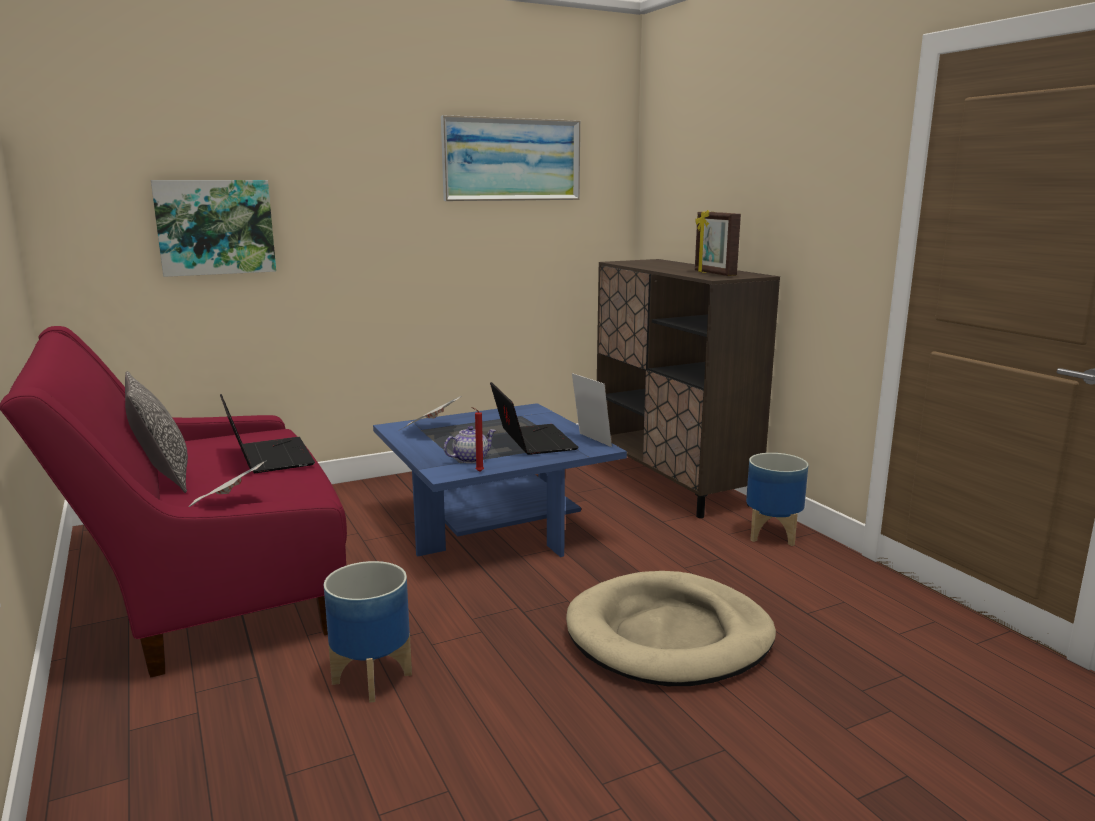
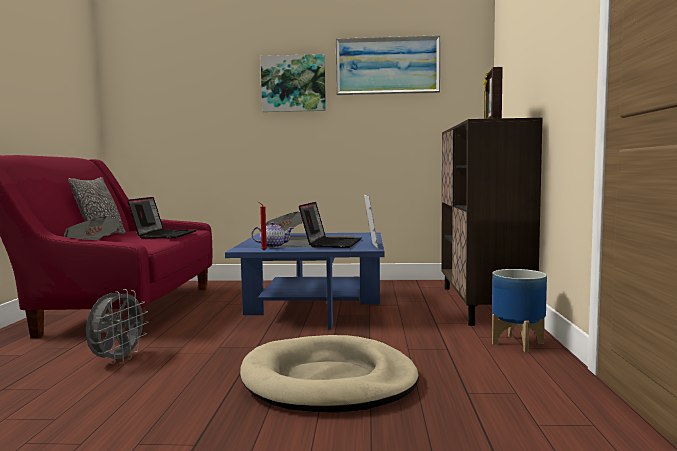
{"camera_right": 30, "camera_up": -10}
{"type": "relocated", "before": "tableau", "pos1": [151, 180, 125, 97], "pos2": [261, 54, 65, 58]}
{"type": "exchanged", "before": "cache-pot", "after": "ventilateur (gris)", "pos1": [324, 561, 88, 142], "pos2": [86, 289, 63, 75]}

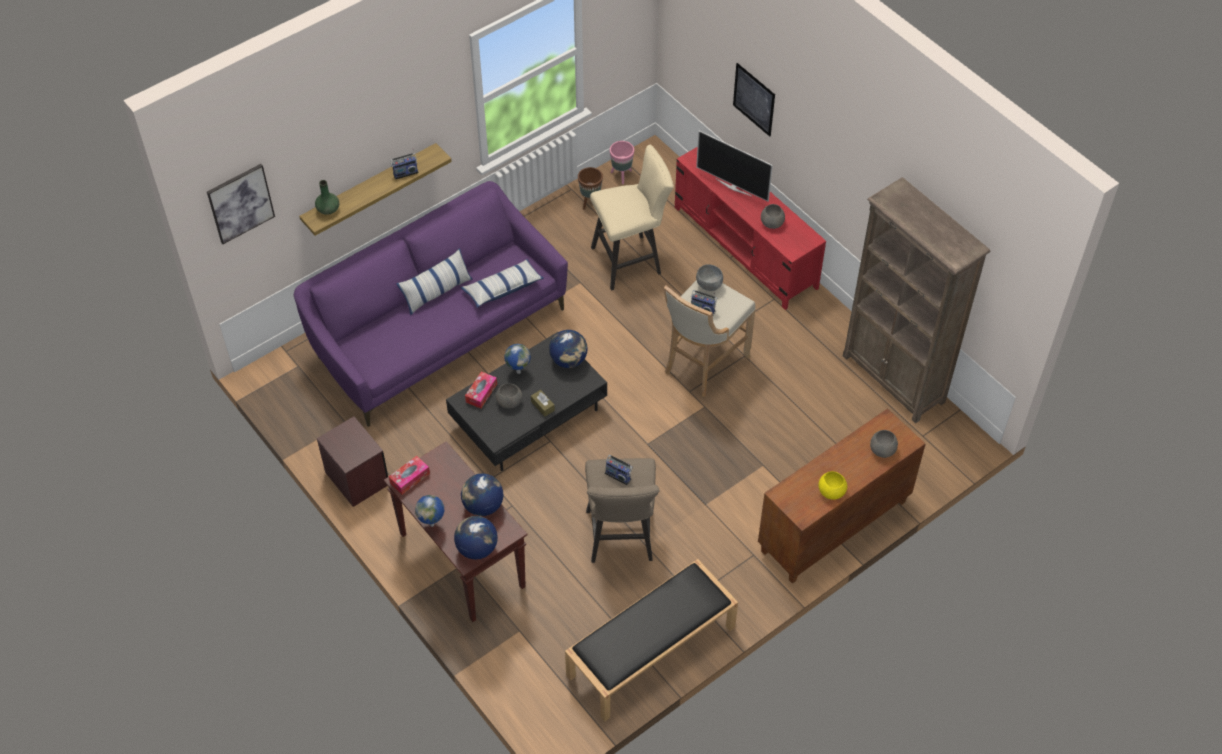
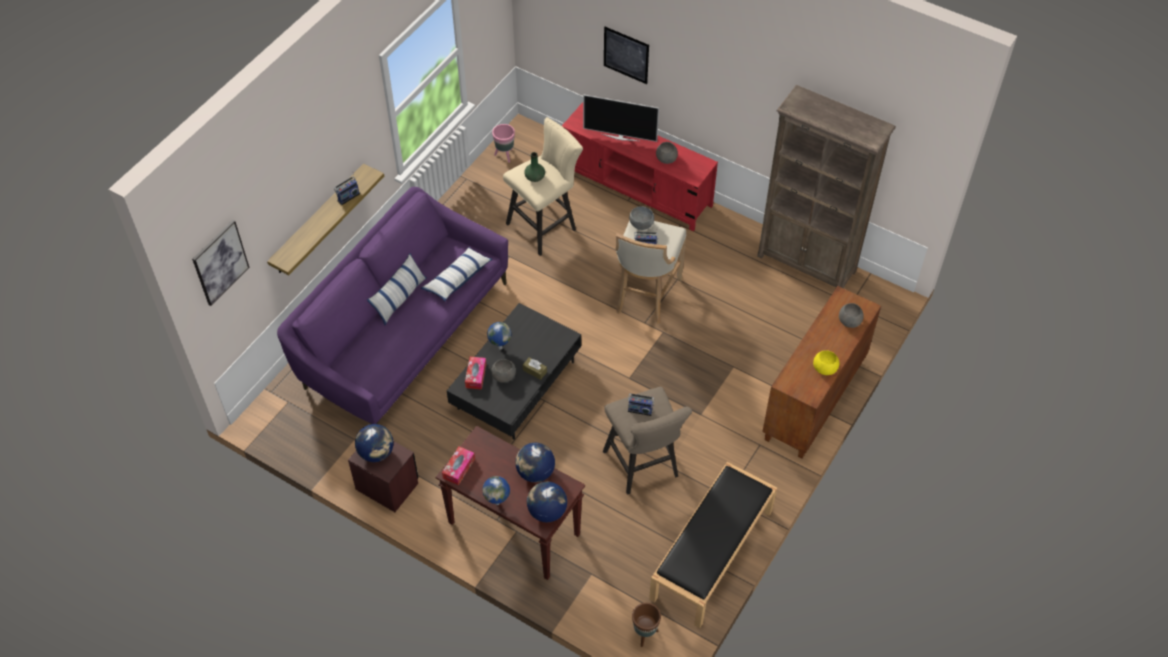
{"camera_right": -20, "camera_up": 0}
{"type": "relocated", "before": "vase (vert)", "pos1": [315, 180, 24, 35], "pos2": [524, 152, 21, 30]}
{"type": "relocated", "before": "globe", "pos1": [549, 330, 39, 38], "pos2": [355, 424, 38, 38]}
{"type": "relocated", "before": "cache-pot (marron)", "pos1": [578, 167, 25, 43], "pos2": [632, 603, 29, 44]}

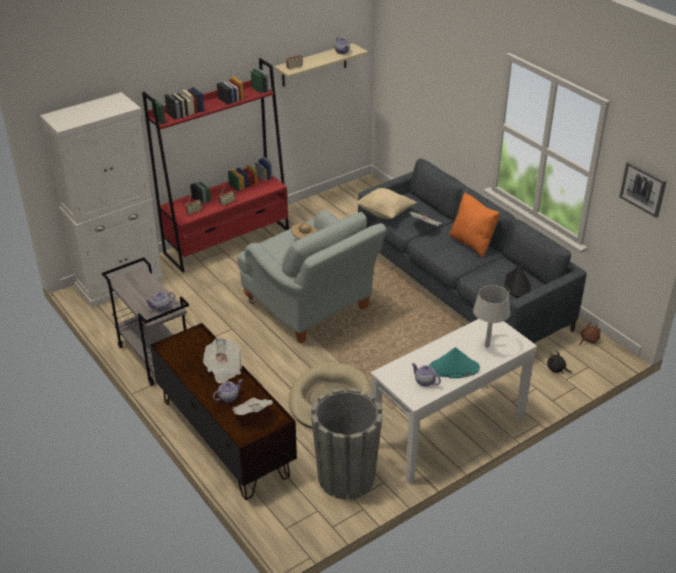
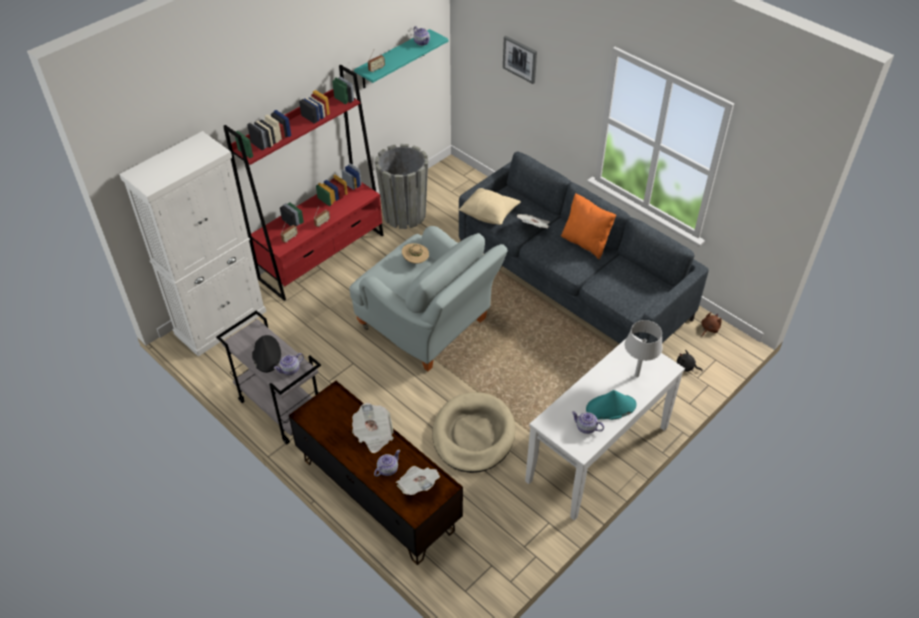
{"camera_right": -10, "camera_up": 10}
{"type": "relocated", "before": "cache-pot (gris)", "pos1": [311, 388, 72, 112], "pos2": [375, 144, 53, 85]}
{"type": "relocated", "before": "chapeau (noir)", "pos1": [504, 265, 27, 33], "pos2": [252, 335, 29, 38]}
{"type": "relocated", "before": "tableau", "pos1": [619, 161, 48, 57], "pos2": [503, 36, 34, 48]}
{"type": "colour", "before": "étagère (beige)", "after": "étagère (turquoise)", "pos1": [274, 43, 94, 44], "pos2": [354, 29, 95, 59]}

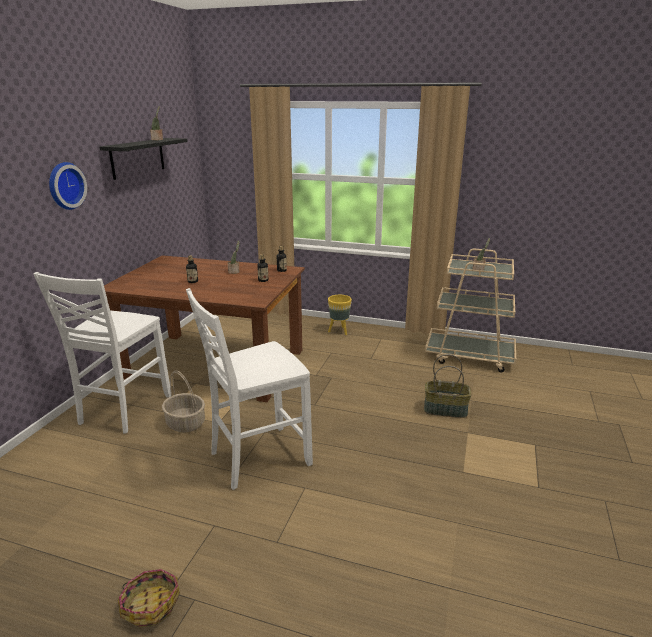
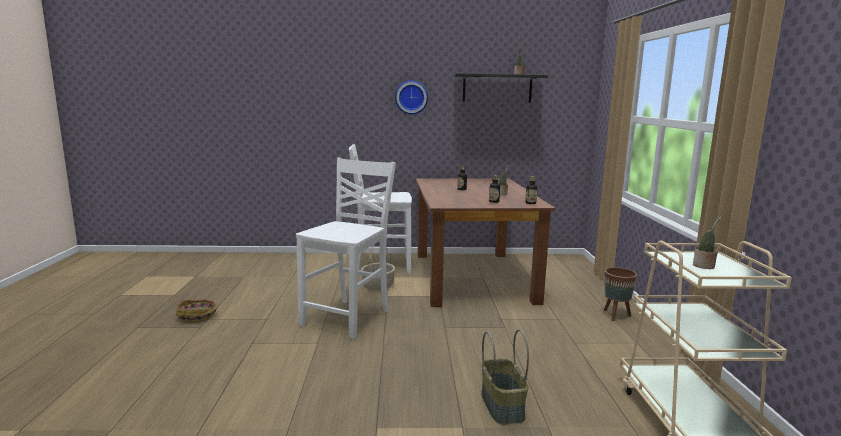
{"camera_right": 70, "camera_up": -10}
{"type": "colour", "before": "cache-pot (jaune)", "after": "cache-pot (marron)", "pos1": [328, 295, 24, 40], "pos2": [604, 267, 33, 54]}
{"type": "spun", "before": "chaise (blanc)", "pos1": [186, 288, 127, 202], "pos2": [296, 158, 100, 182], "turn": 75}

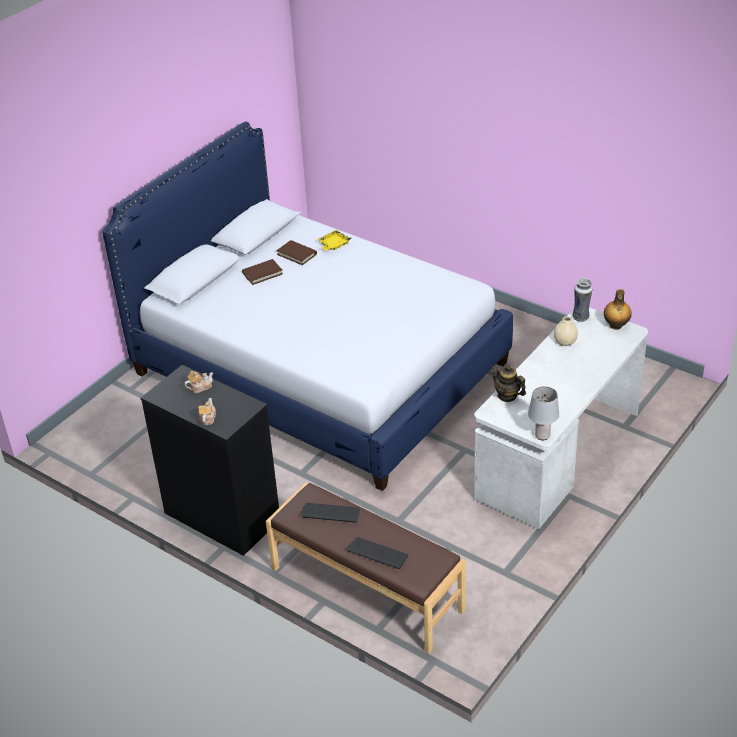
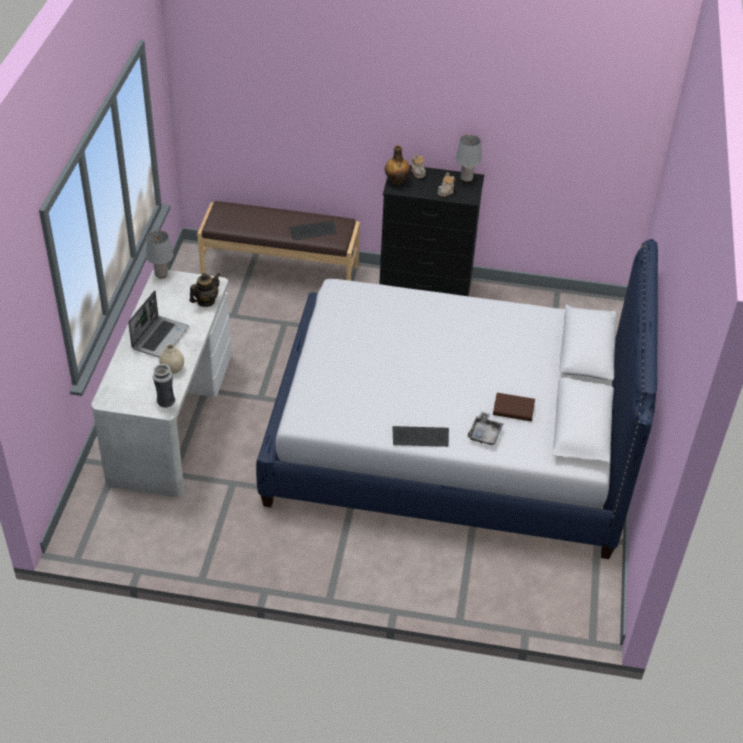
{"camera_right": 150, "camera_up": 5}
{"type": "missing", "before": "livre (marron)", "pos1": [242, 259, 41, 26]}
{"type": "appeared", "after": "ordinateur portable", "pos2": [128, 290, 61, 68]}
{"type": "appeared", "after": "lampe de table (gris)", "pos2": [456, 135, 26, 47]}
{"type": "relocated", "before": "clavier", "pos1": [346, 537, 62, 32], "pos2": [392, 426, 57, 21]}
{"type": "relocated", "before": "bouteille", "pos1": [604, 289, 28, 41], "pos2": [385, 145, 25, 40]}
{"type": "colour", "before": "plateau (jaune)", "after": "plateau (gris)", "pos1": [318, 230, 33, 21], "pos2": [468, 411, 35, 34]}
{"type": "spun", "before": "théière", "pos1": [491, 365, 35, 37], "pos2": [189, 273, 32, 34], "turn": -60}

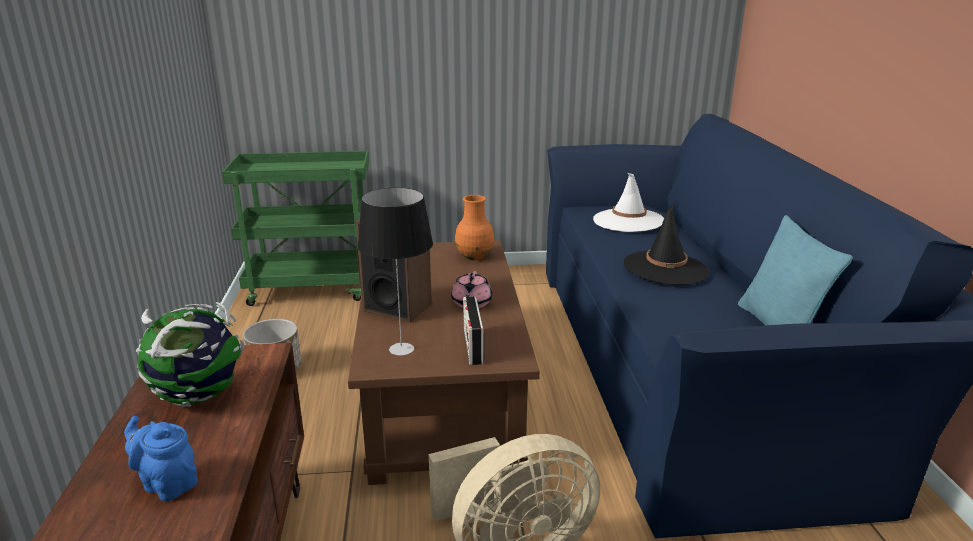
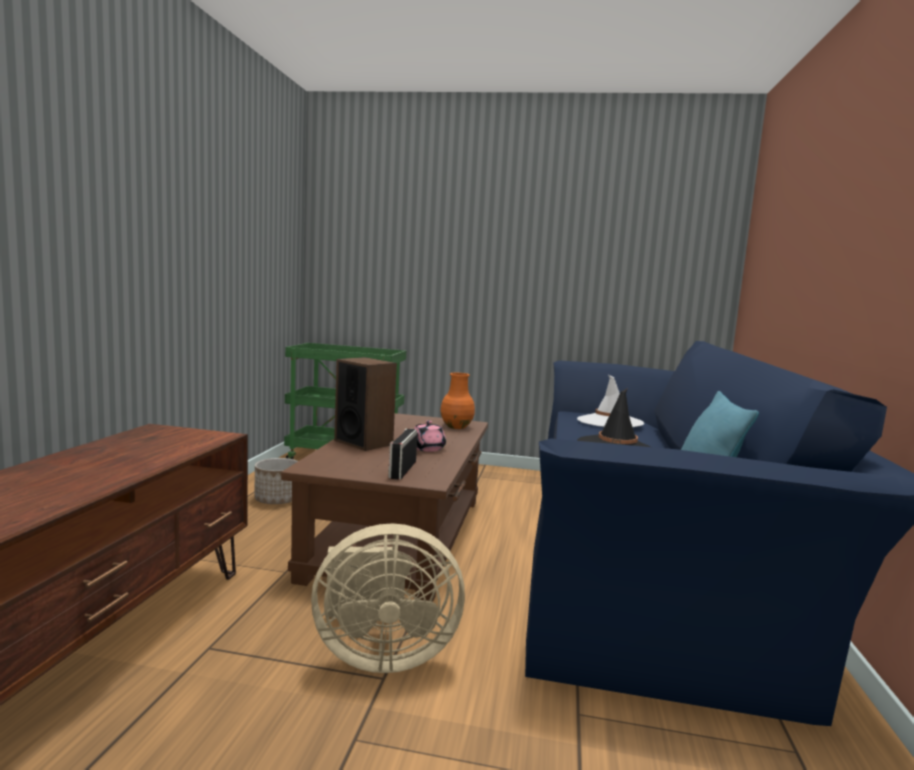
{"camera_right": 15, "camera_up": -15}
{"type": "missing", "before": "théière (bleu)", "pos1": [124, 416, 74, 85]}
{"type": "missing", "before": "globe", "pos1": [136, 302, 109, 105]}
{"type": "missing", "before": "lampe de table", "pos1": [358, 188, 75, 168]}

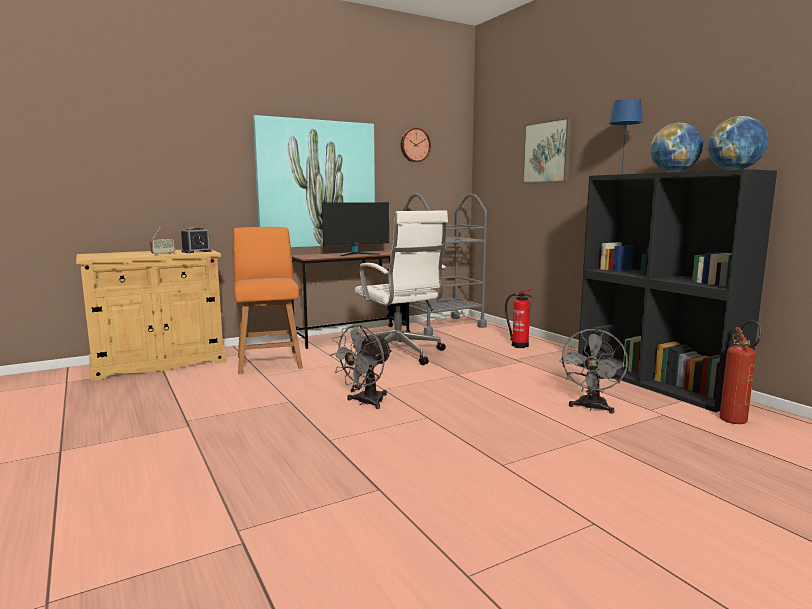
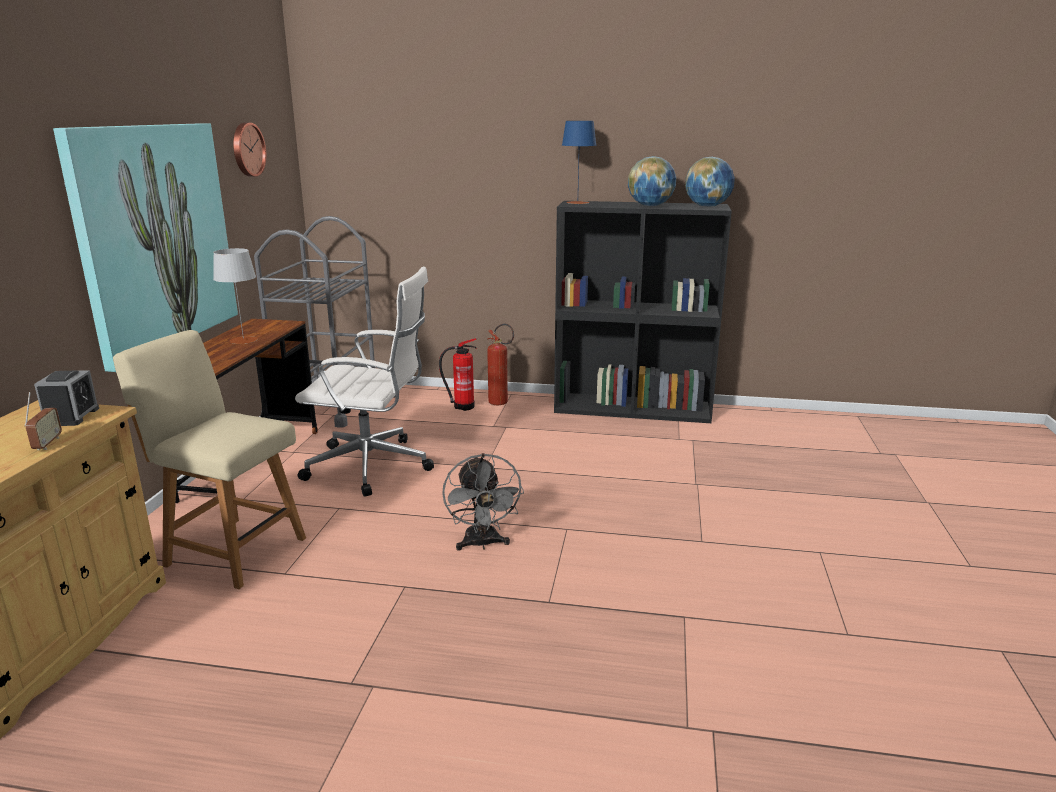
{"camera_right": -50, "camera_up": 10}
{"type": "missing", "before": "tableau", "pos1": [523, 117, 49, 66]}
{"type": "missing", "before": "ventilateur (gris)", "pos1": [559, 329, 69, 85]}
{"type": "relocated", "before": "extincteur", "pos1": [720, 320, 42, 104], "pos2": [487, 324, 27, 81]}
{"type": "exchanged", "before": "écran d'ordinateur", "after": "lampe de table (gris)", "pos1": [322, 202, 67, 54], "pos2": [213, 248, 45, 96]}
{"type": "colour", "before": "chaise (orange)", "after": "chaise (beige)", "pos1": [232, 227, 71, 147], "pos2": [113, 330, 193, 259]}

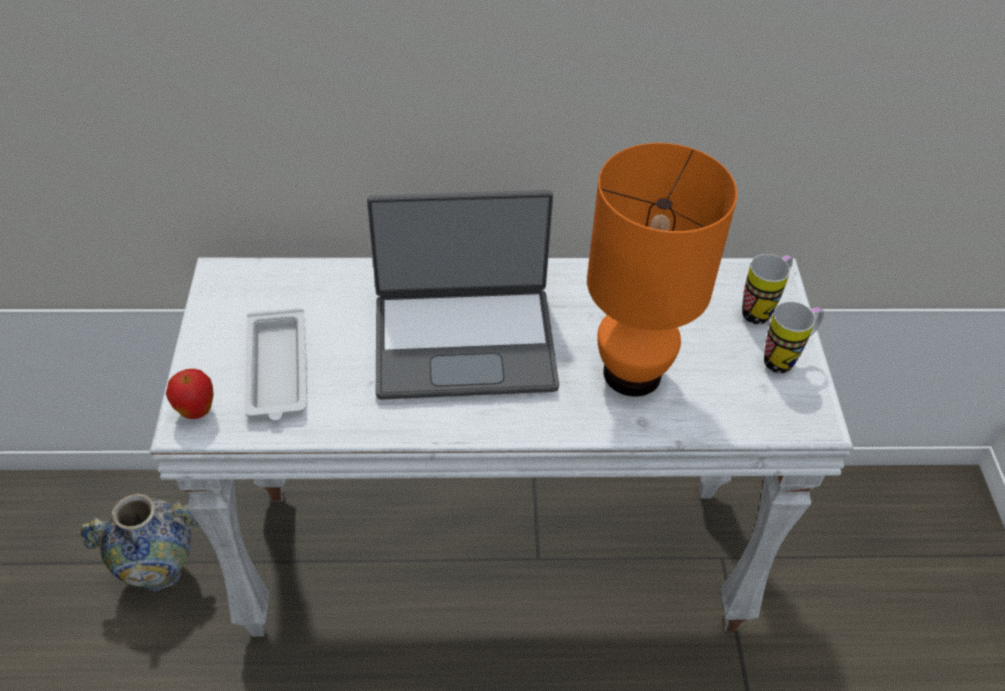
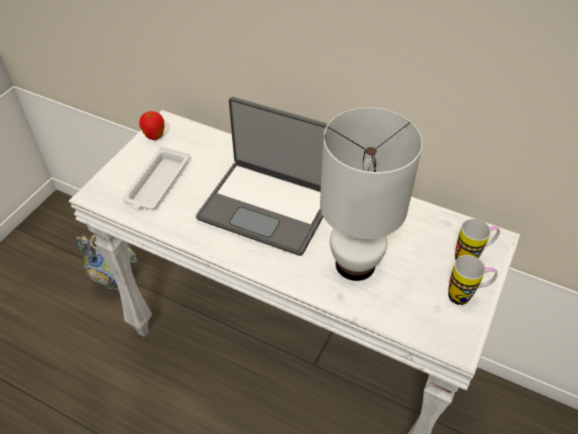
{"camera_right": 30, "camera_up": 0}
{"type": "relocated", "before": "pomme", "pos1": [166, 369, 48, 50], "pos2": [139, 111, 26, 29]}
{"type": "colour", "before": "lampe de table (orange)", "after": "lampe de table (blanc)", "pos1": [587, 143, 151, 254], "pos2": [320, 107, 103, 174]}

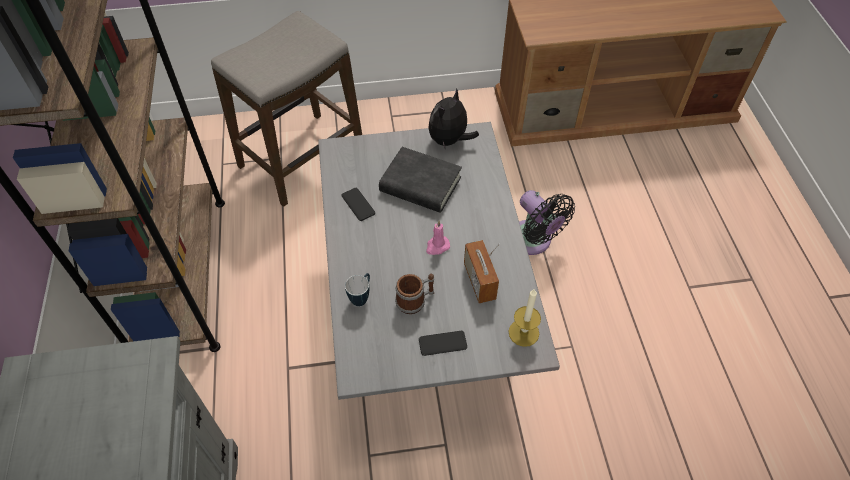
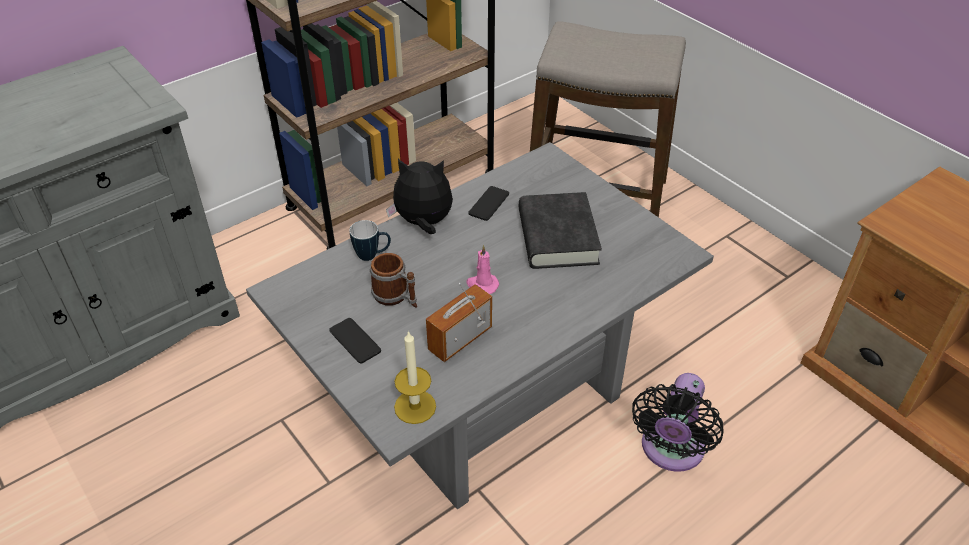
{"camera_right": 60, "camera_up": -10}
{"type": "relocated", "before": "peluche", "pos1": [428, 89, 51, 61], "pos2": [386, 159, 67, 75]}

